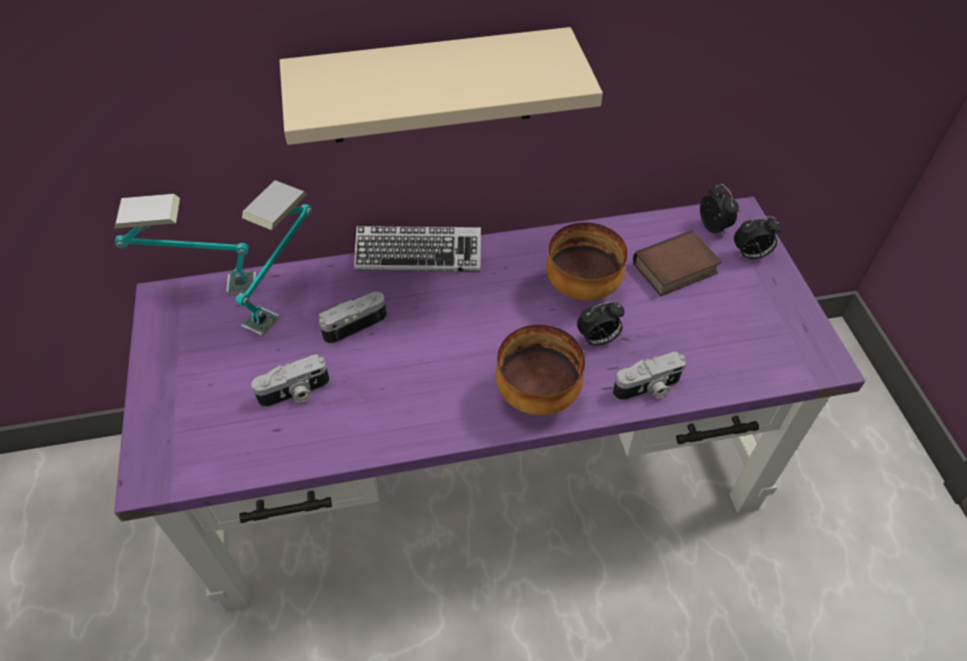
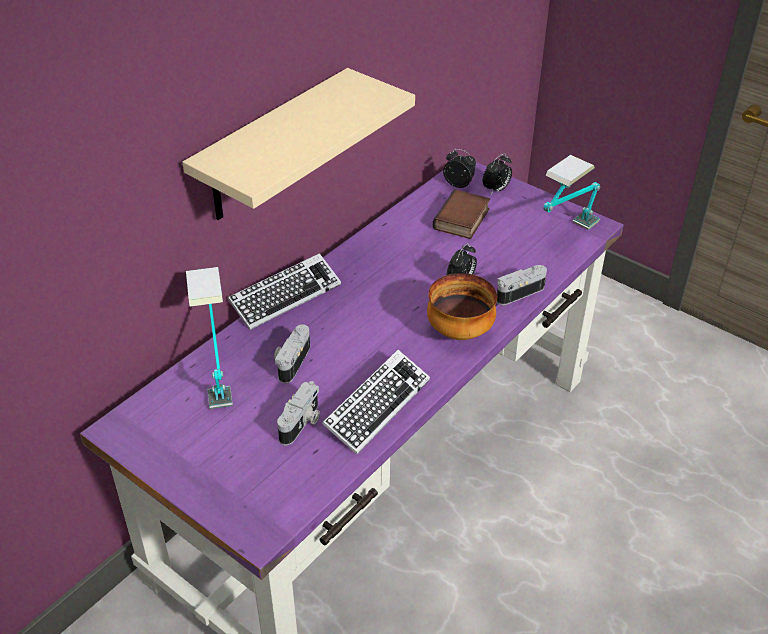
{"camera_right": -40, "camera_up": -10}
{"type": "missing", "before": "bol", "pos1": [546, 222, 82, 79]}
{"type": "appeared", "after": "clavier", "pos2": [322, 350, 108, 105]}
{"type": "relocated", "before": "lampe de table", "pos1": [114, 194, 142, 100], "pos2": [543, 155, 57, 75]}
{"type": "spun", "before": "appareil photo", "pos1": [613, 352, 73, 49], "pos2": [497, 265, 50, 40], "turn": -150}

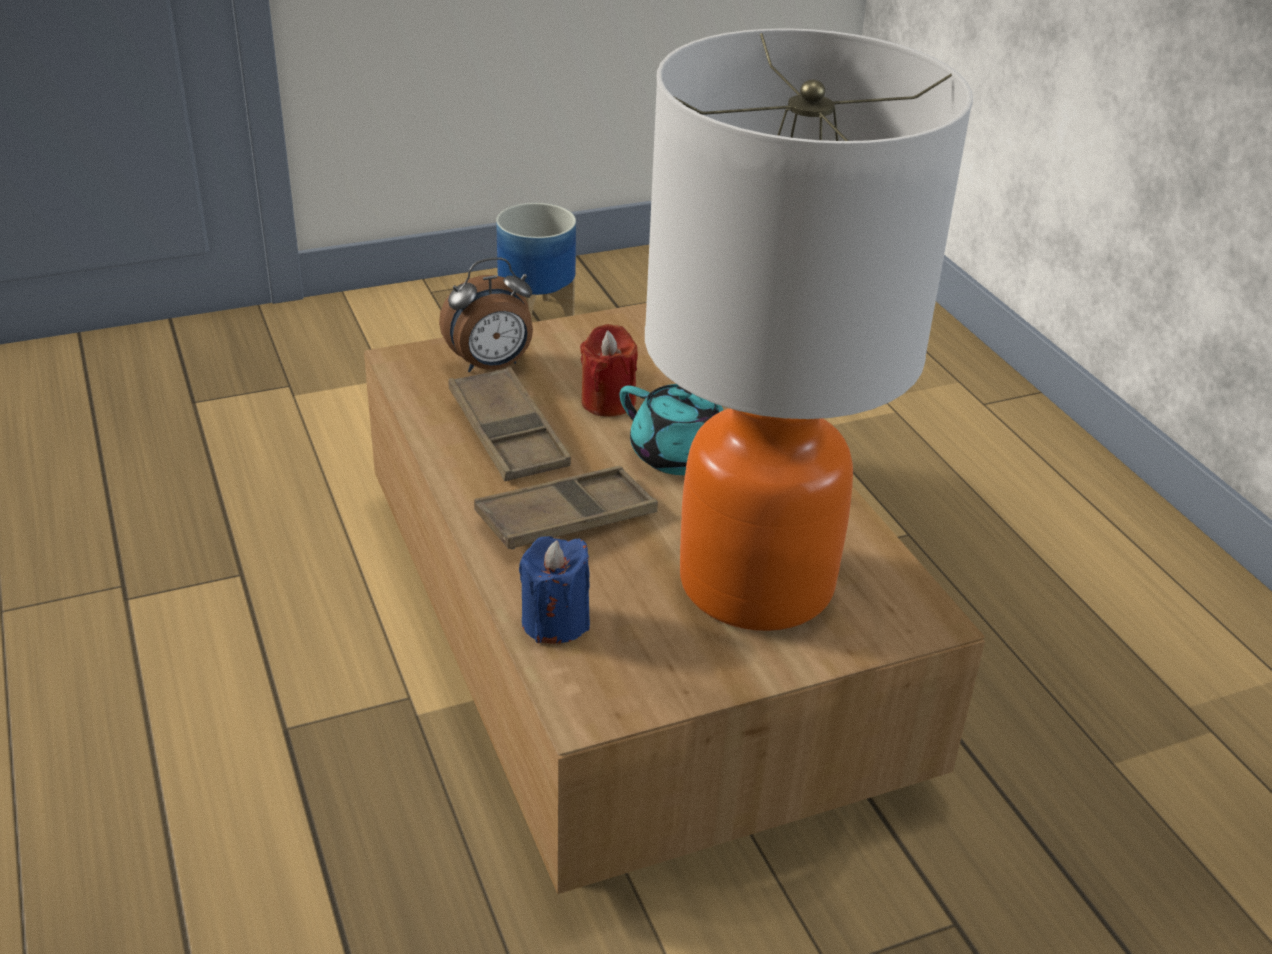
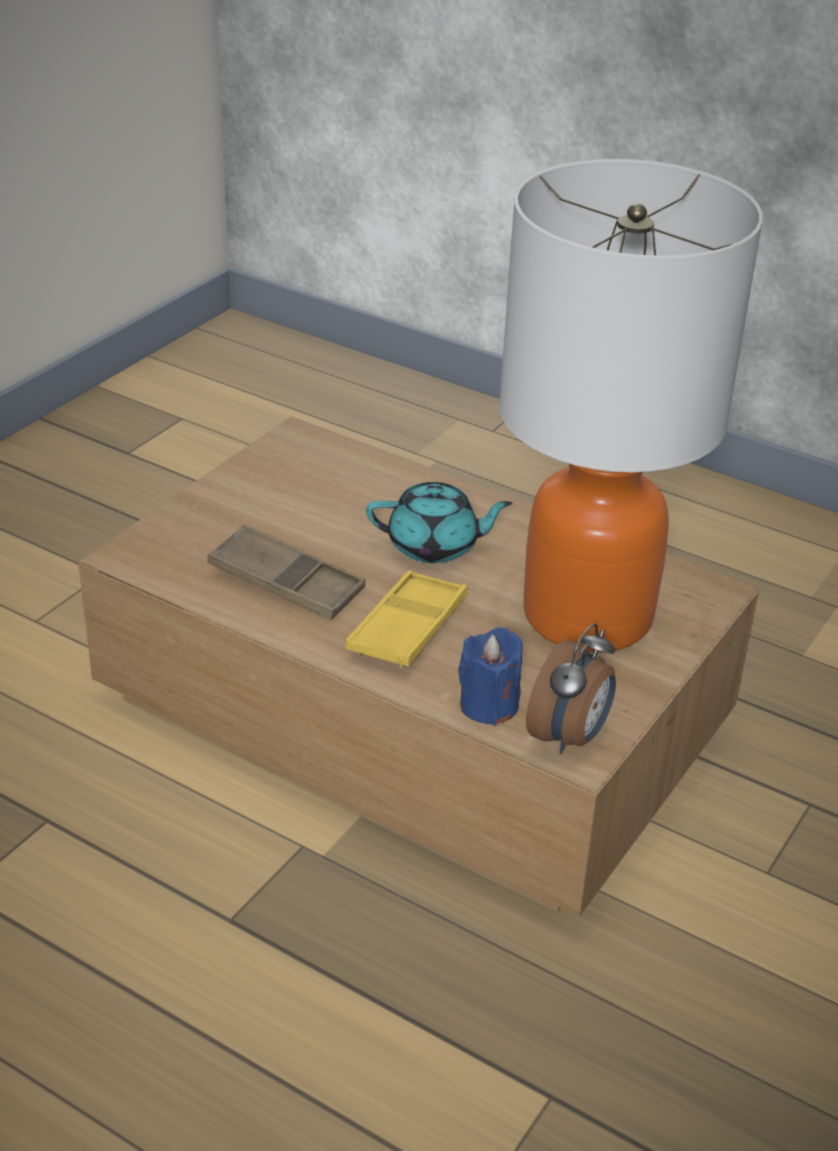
{"camera_right": -35, "camera_up": 0}
{"type": "missing", "before": "cache-pot", "pos1": [496, 203, 80, 115]}
{"type": "missing", "before": "bougie (rouge)", "pos1": [580, 324, 58, 93]}
{"type": "relocated", "before": "réveil", "pos1": [439, 257, 94, 115], "pos2": [526, 623, 90, 131]}
{"type": "colour", "before": "plateau (marron)", "after": "plateau (jaune)", "pos1": [474, 466, 184, 83], "pos2": [346, 570, 122, 97]}

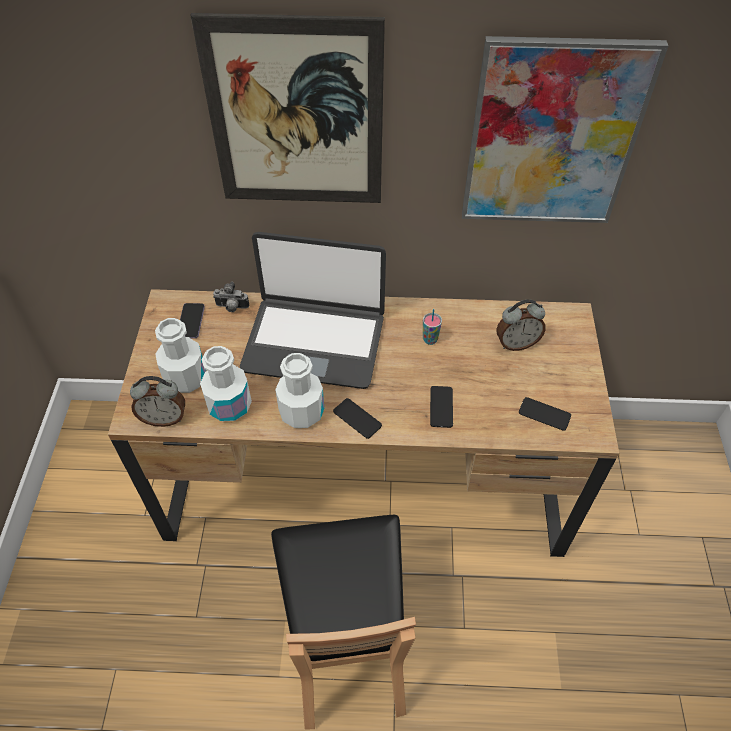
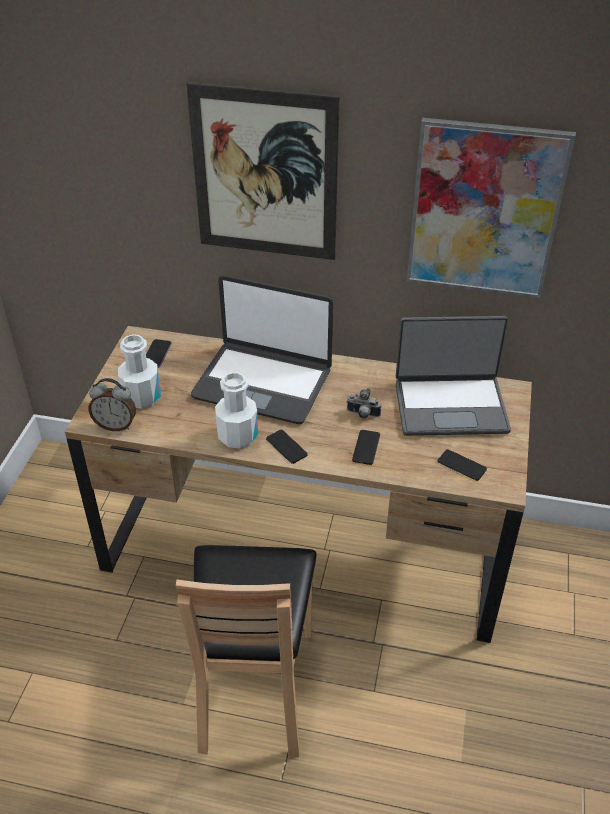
{"camera_right": 10, "camera_up": -10}
{"type": "missing", "before": "bouteille (blanc)", "pos1": [200, 346, 52, 75]}
{"type": "missing", "before": "tasse", "pos1": [423, 309, 19, 36]}
{"type": "relocated", "before": "appareil photo", "pos1": [213, 281, 36, 31], "pos2": [347, 388, 34, 31]}
{"type": "exchanged", "before": "réveil", "after": "ordinateur portable", "pos1": [496, 299, 50, 52], "pos2": [396, 316, 115, 120]}

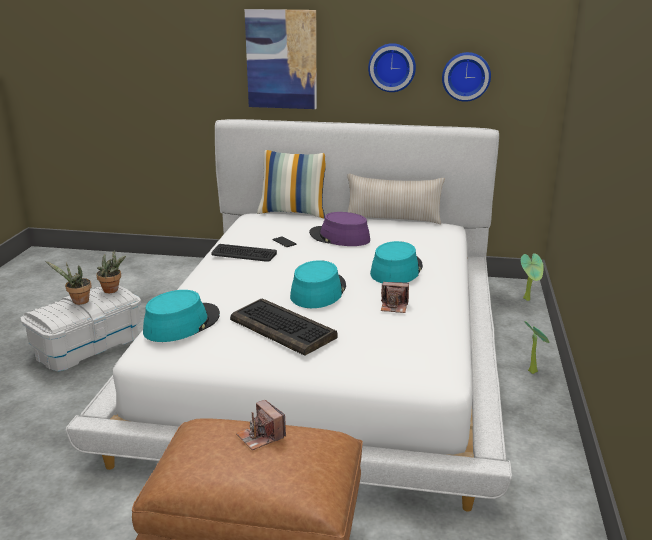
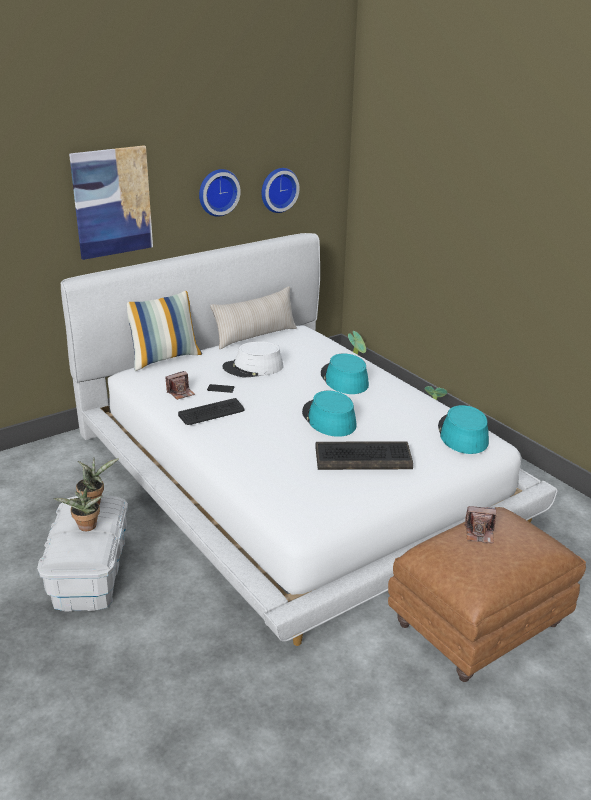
{"camera_right": -45, "camera_up": 5}
{"type": "relocated", "before": "chapeau (turquoise)", "pos1": [143, 290, 77, 52], "pos2": [438, 405, 51, 49]}
{"type": "relocated", "before": "appareil photo", "pos1": [381, 282, 28, 31], "pos2": [165, 371, 30, 29]}
{"type": "colour", "before": "chapeau (violet)", "after": "chapeau (blanc)", "pos1": [309, 212, 61, 34], "pos2": [222, 341, 61, 36]}

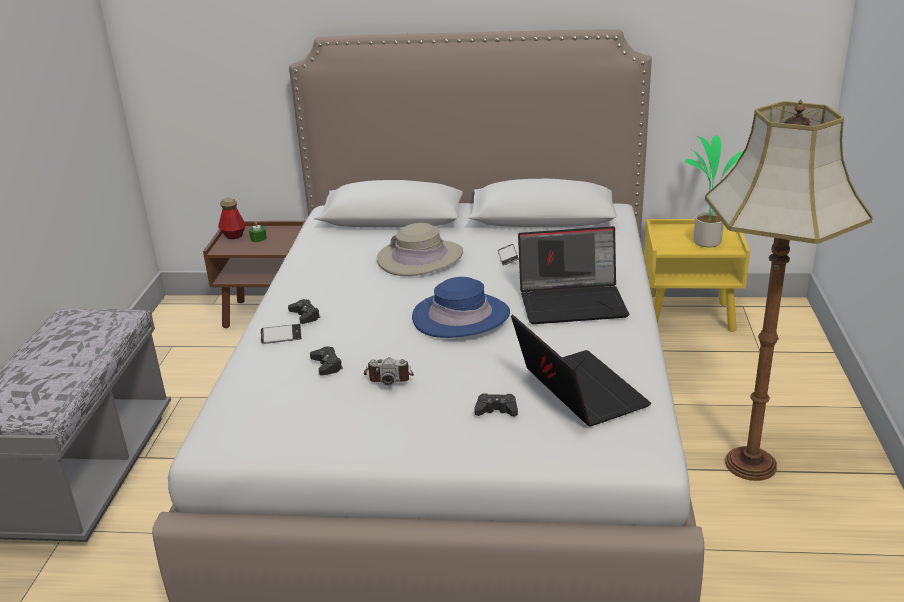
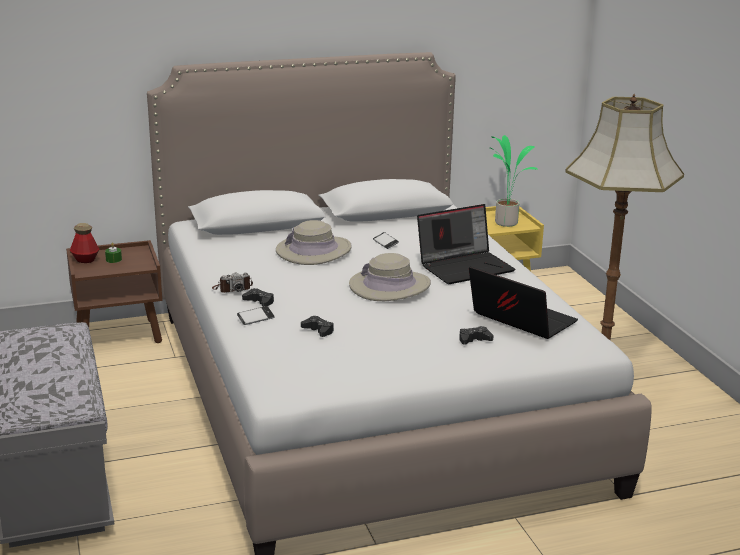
{"camera_right": -25, "camera_up": -5}
{"type": "relocated", "before": "appareil photo", "pos1": [364, 357, 50, 28], "pos2": [212, 272, 41, 21]}
{"type": "colour", "before": "chapeau (bleu)", "after": "chapeau (beige)", "pos1": [412, 277, 98, 61], "pos2": [349, 253, 82, 48]}

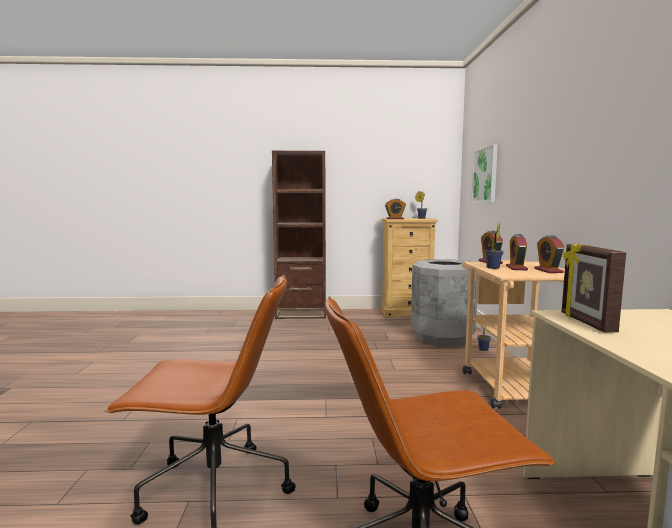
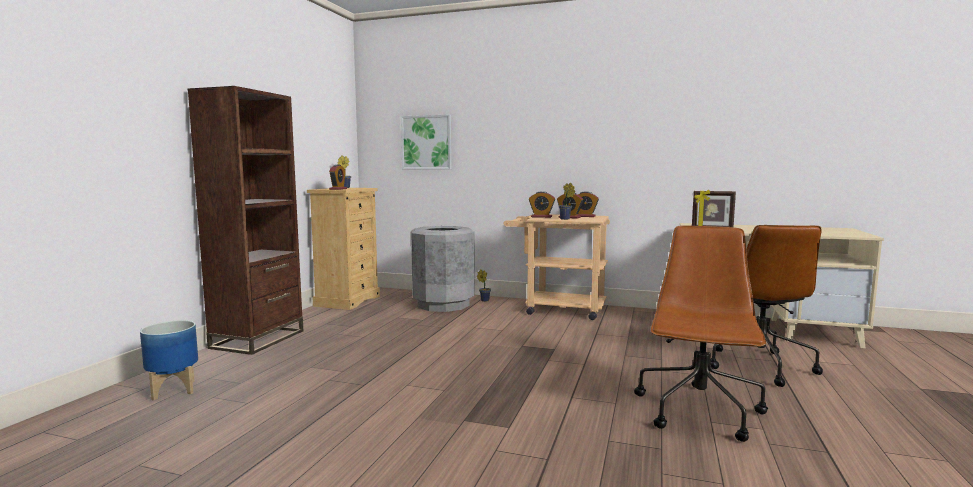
{"camera_right": -70, "camera_up": 0}
{"type": "appeared", "after": "cache-pot", "pos2": [140, 320, 58, 80]}

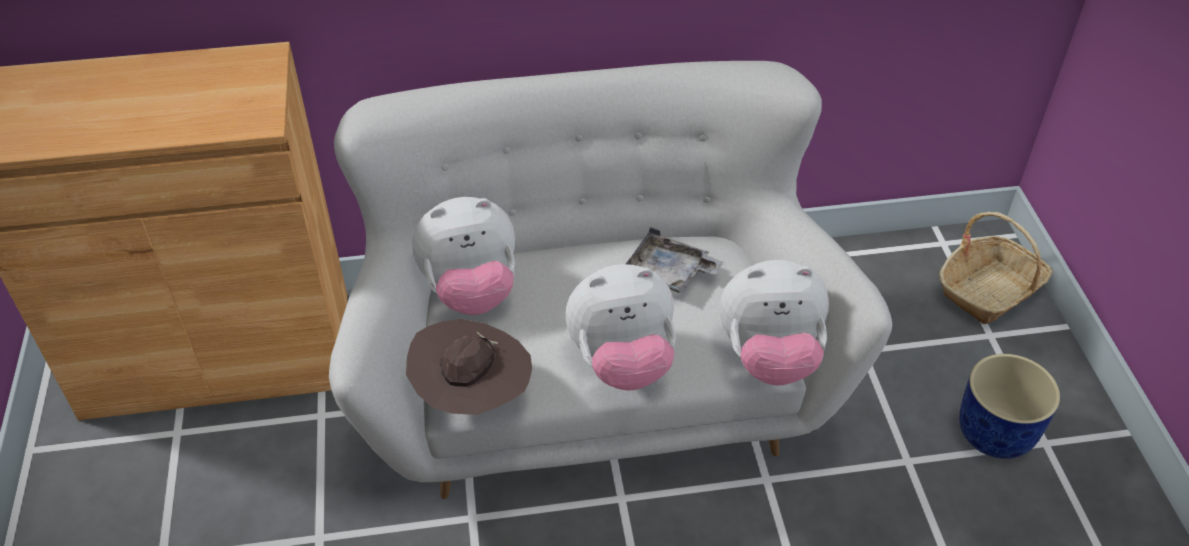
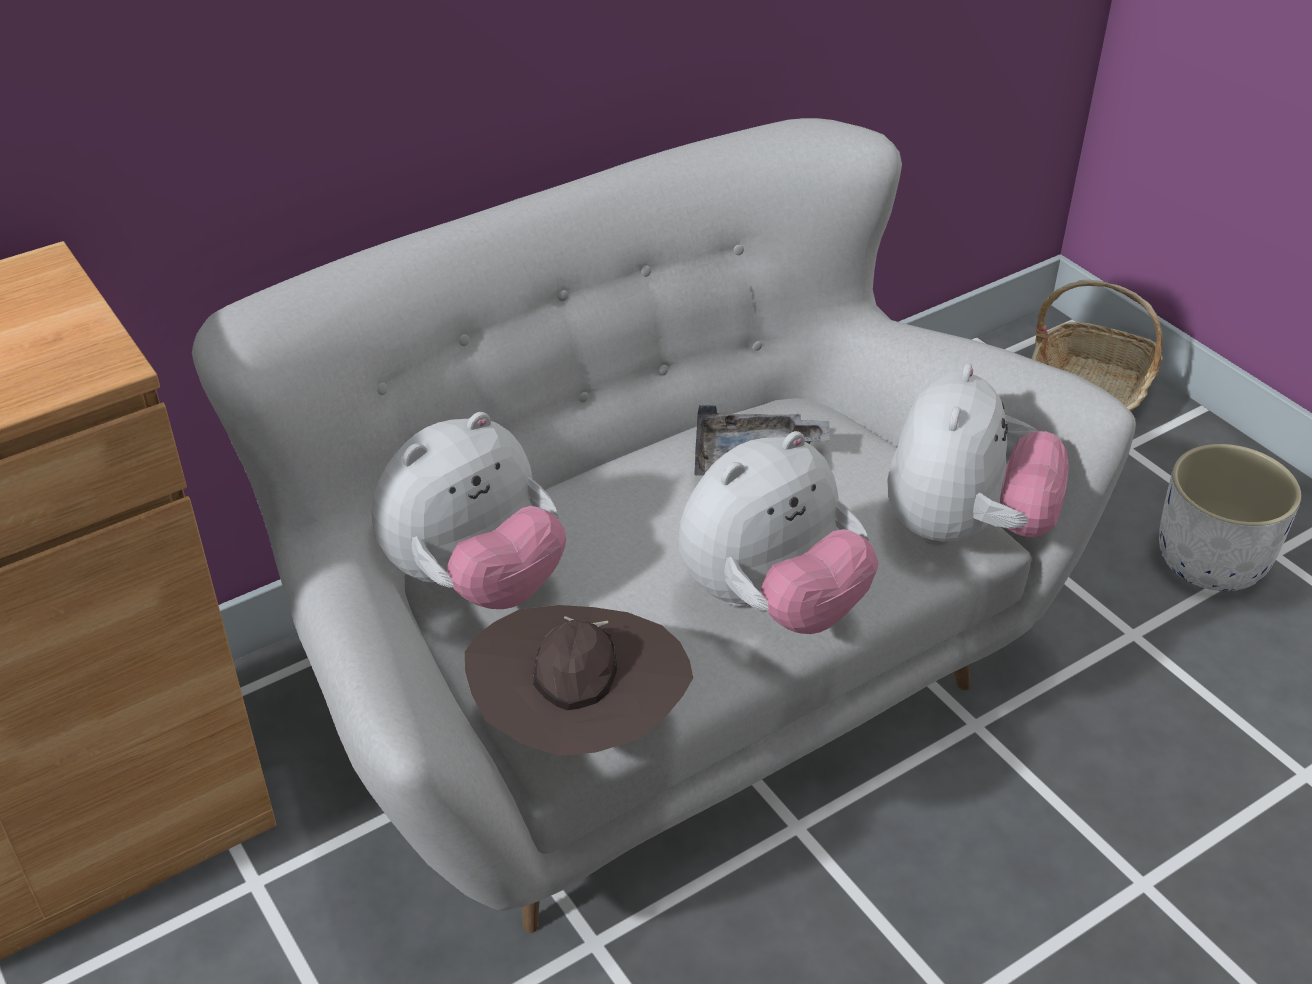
{"camera_right": -25, "camera_up": -5}
{"type": "colour", "before": "cache-pot (bleu)", "after": "cache-pot (blanc)", "pos1": [959, 354, 101, 105], "pos2": [1159, 444, 143, 147]}
{"type": "spun", "before": "peluche", "pos1": [720, 260, 109, 126], "pos2": [887, 363, 182, 183], "turn": -45}

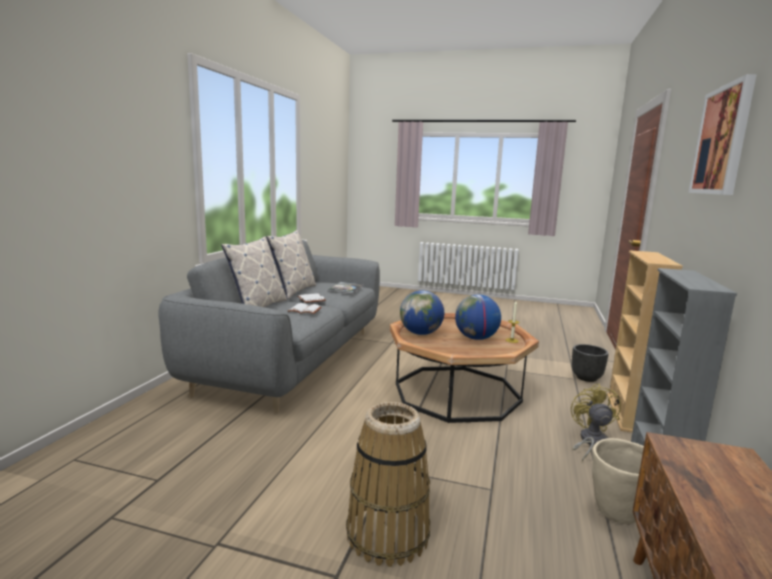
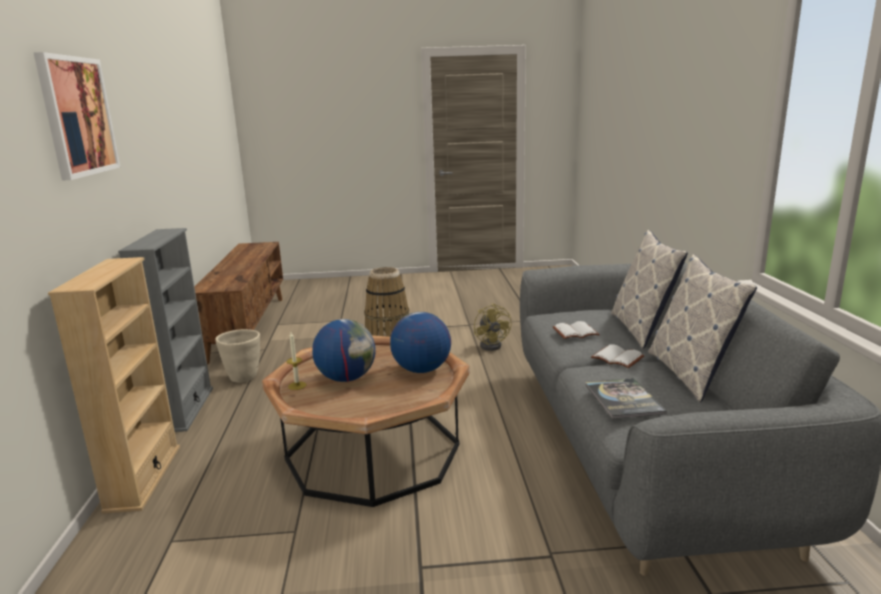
{"camera_right": 160, "camera_up": 5}
{"type": "missing", "before": "cache-pot (noir)", "pos1": [572, 344, 37, 38]}
{"type": "relocated", "before": "ventilateur (jaune)", "pos1": [571, 384, 50, 77], "pos2": [474, 303, 38, 48]}

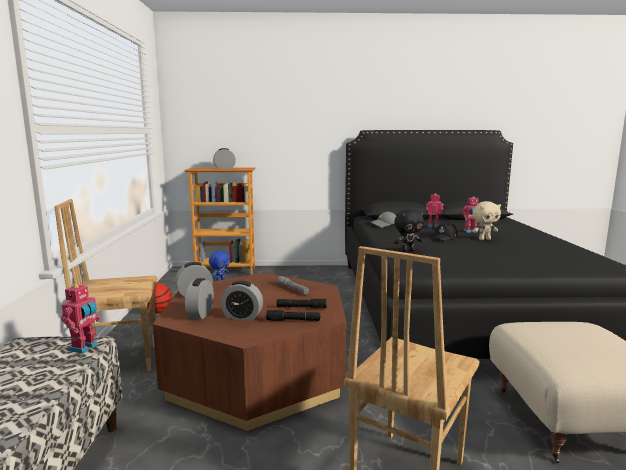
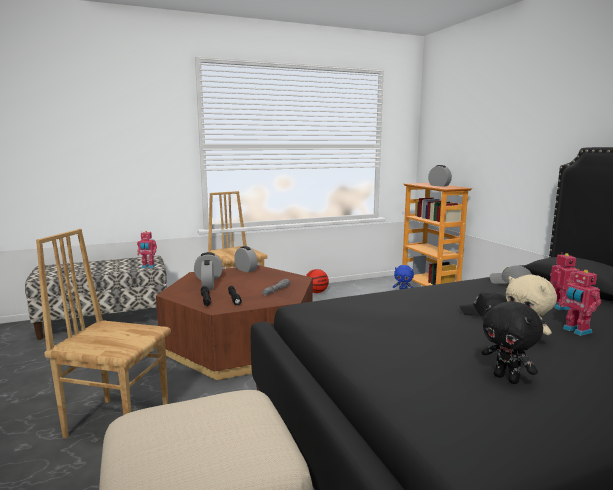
{"camera_right": 70, "camera_up": 0}
{"type": "relocated", "before": "peluche (noir)", "pos1": [394, 209, 30, 43], "pos2": [482, 301, 61, 83]}

